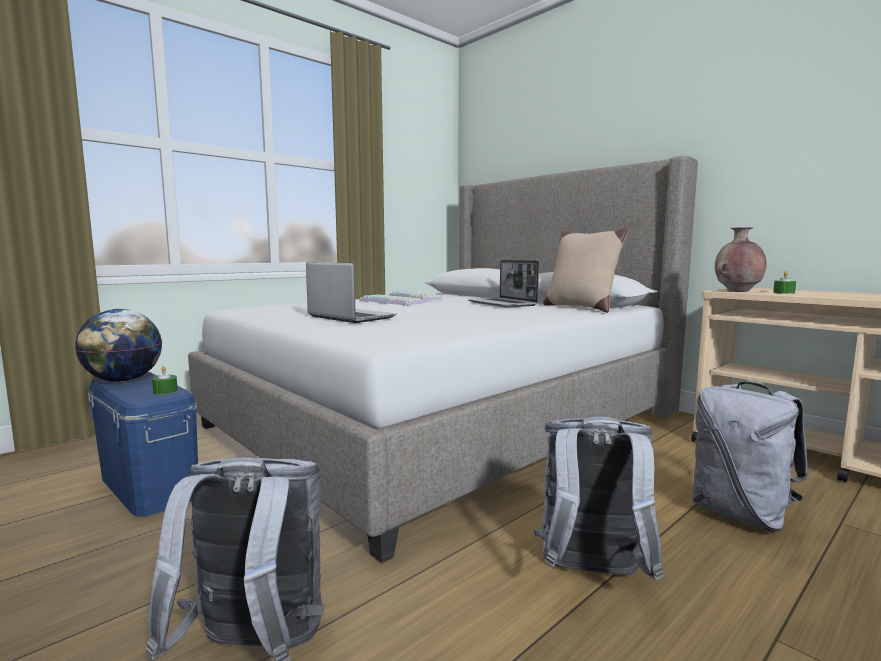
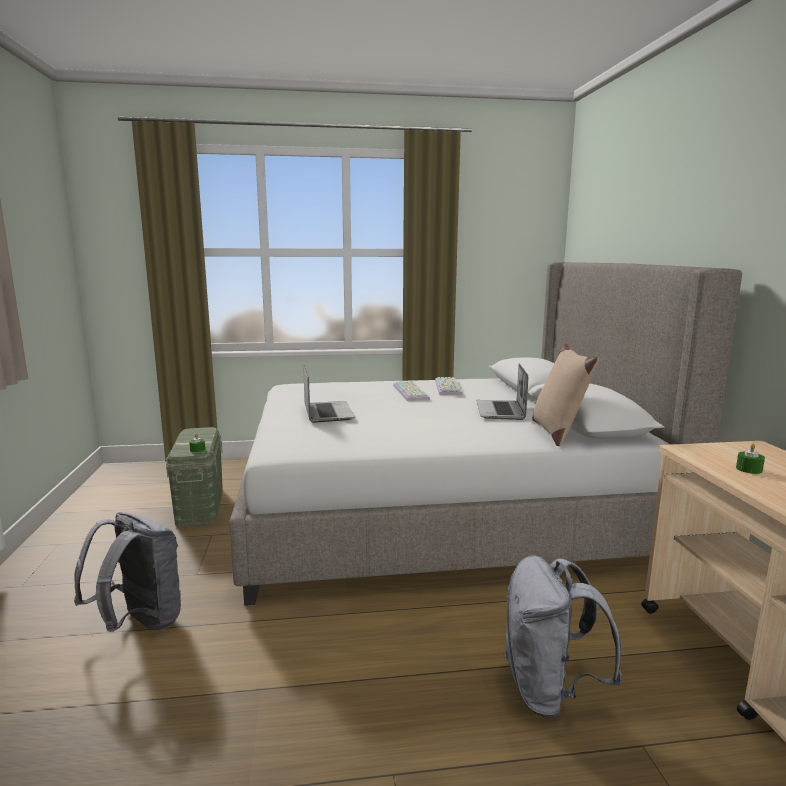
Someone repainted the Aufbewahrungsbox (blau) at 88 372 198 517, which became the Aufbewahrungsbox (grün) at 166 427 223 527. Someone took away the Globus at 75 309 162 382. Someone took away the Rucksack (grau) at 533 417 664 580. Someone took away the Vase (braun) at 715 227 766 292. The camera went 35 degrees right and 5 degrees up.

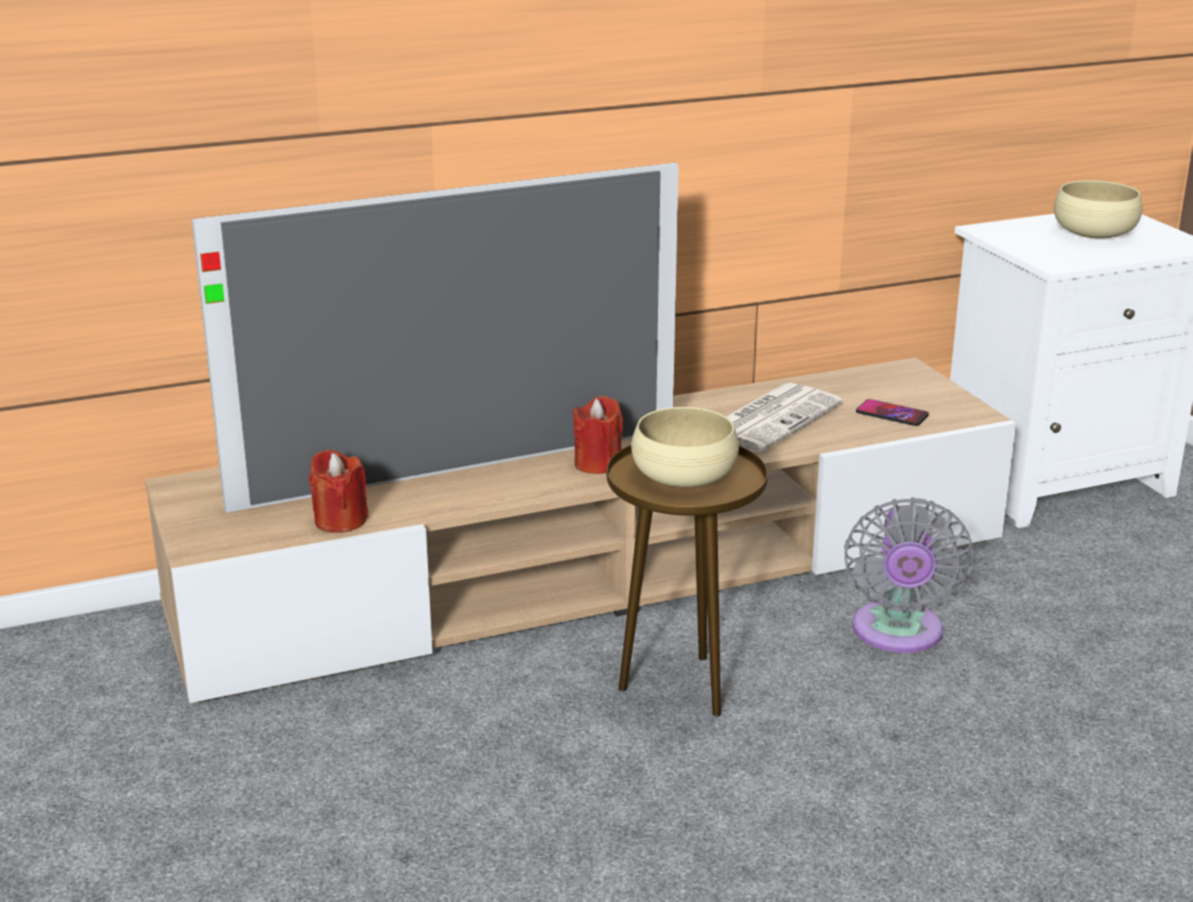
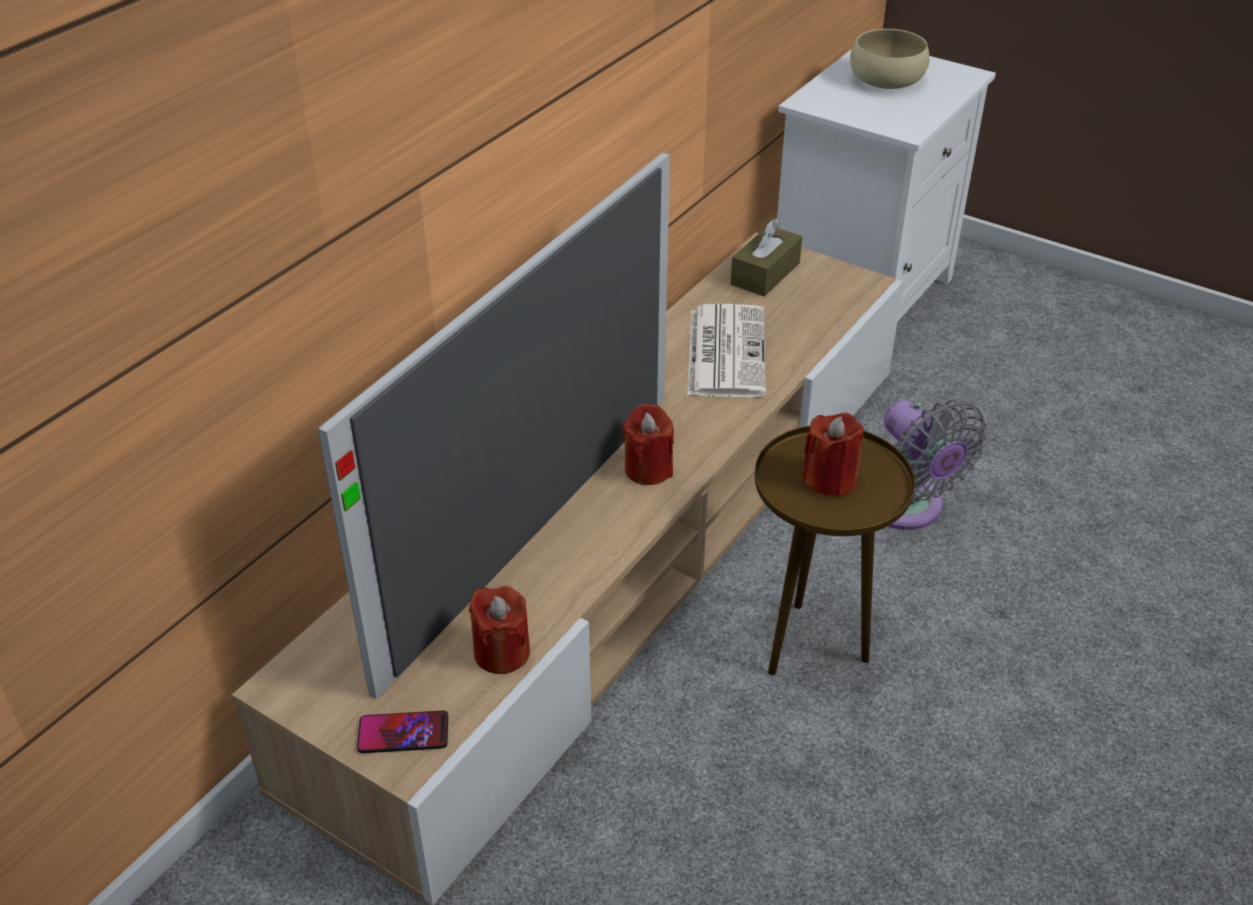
Someone carried the Handy from 856 399 929 426 to 357 711 448 753. Someone put down the Taschentuchbox (braun) at 731 218 802 296. Someone swapped the Schüssel (beige) at 631 407 739 487 for the Kerze (rot) at 802 413 864 497. The camera went 35 degrees left and 15 degrees up.

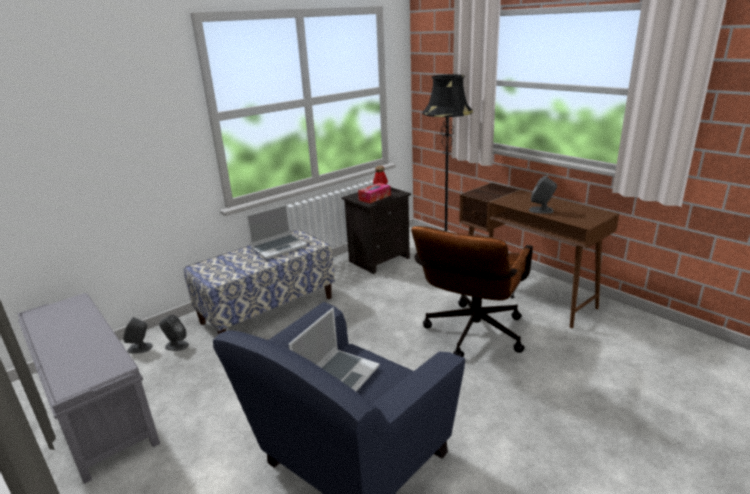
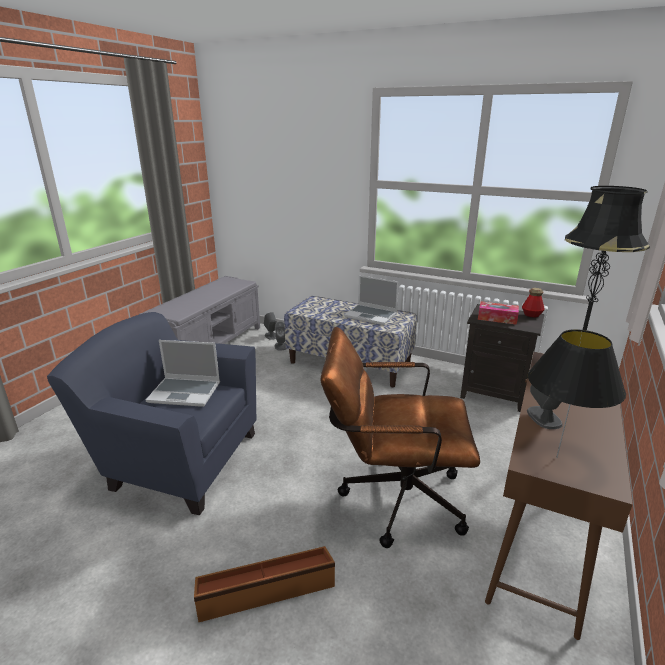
Someone put down the Aufbewahrungsbox (braun) at 194 546 335 622. Someone put down the Tischlampe (schwarz) at 528 329 626 458. The camera went 65 degrees right and 0 degrees up.

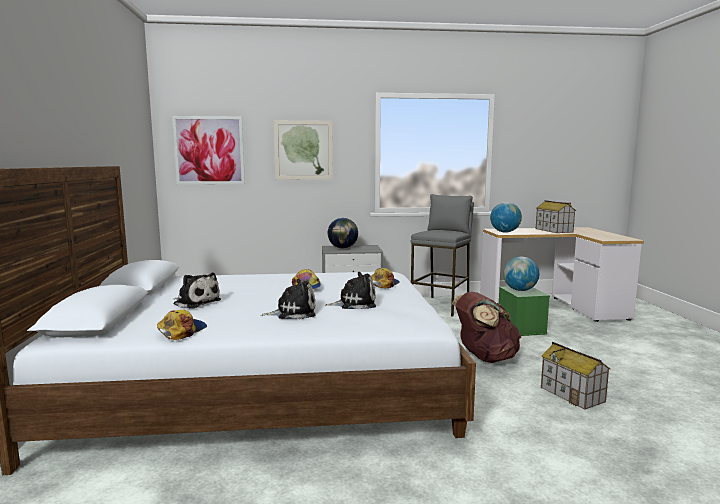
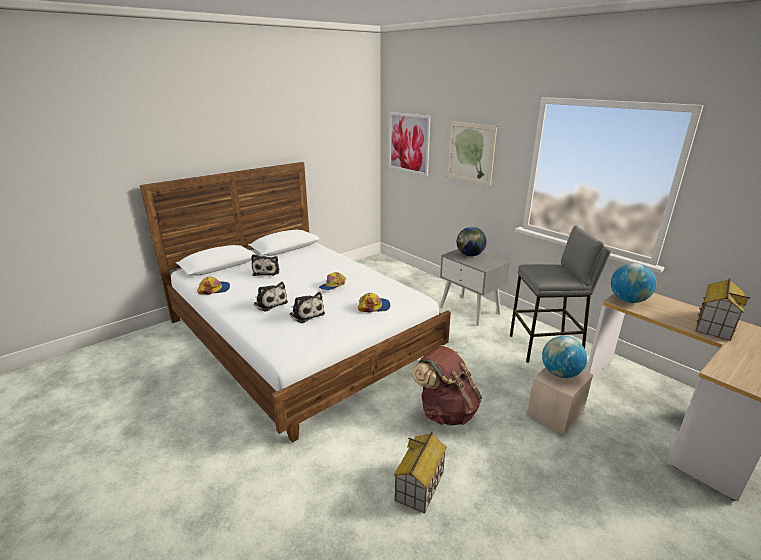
Someone repainted the Aufbewahrungsbox (grün) at 499 286 550 336, which became the Aufbewahrungsbox (beige) at 527 367 593 435. The camera went 55 degrees right and 15 degrees up.

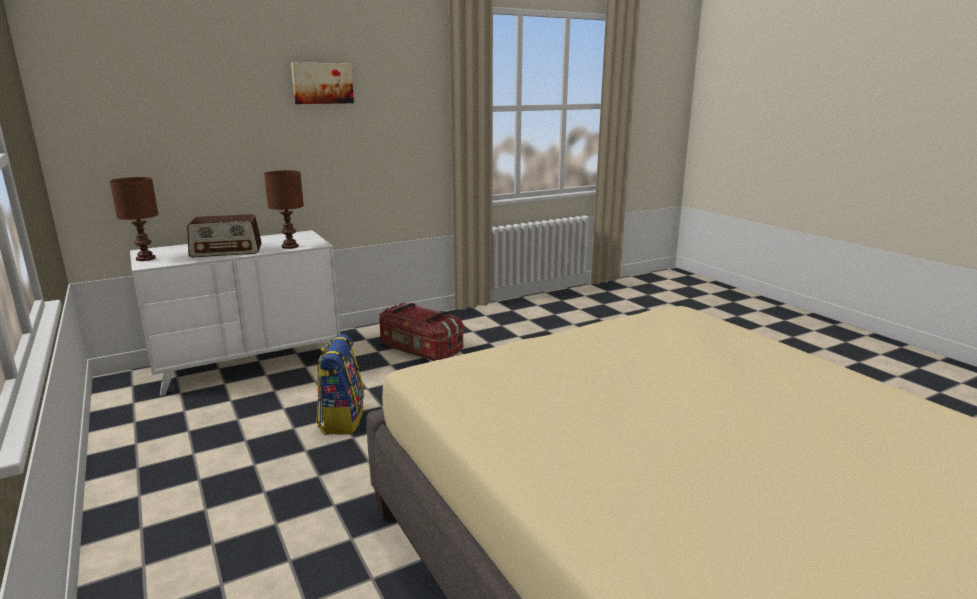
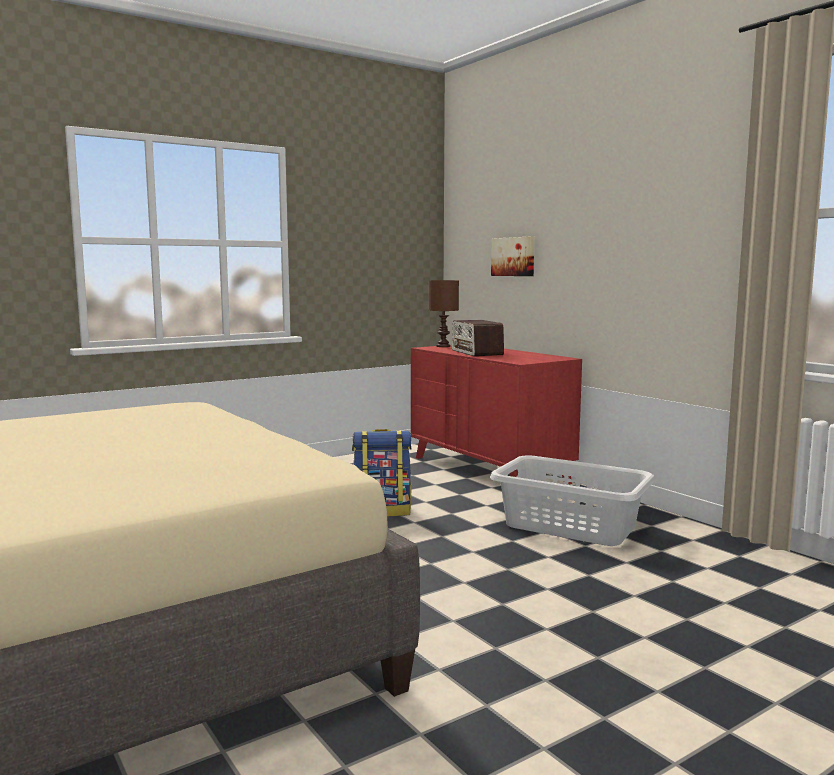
Someone repainted the Kommode (weiß) at 130 230 340 396, which became the Kommode (rot) at 411 345 582 484. Someone swapped the Aufbewahrungsbox at 379 302 463 361 for the Wäschekorb (grau) at 490 456 655 546. Someone carried the Bild from 291 63 354 104 to 491 236 535 276. Someone took away the Tischlampe (braun) at 264 170 304 249. The camera went 85 degrees right and 10 degrees down.

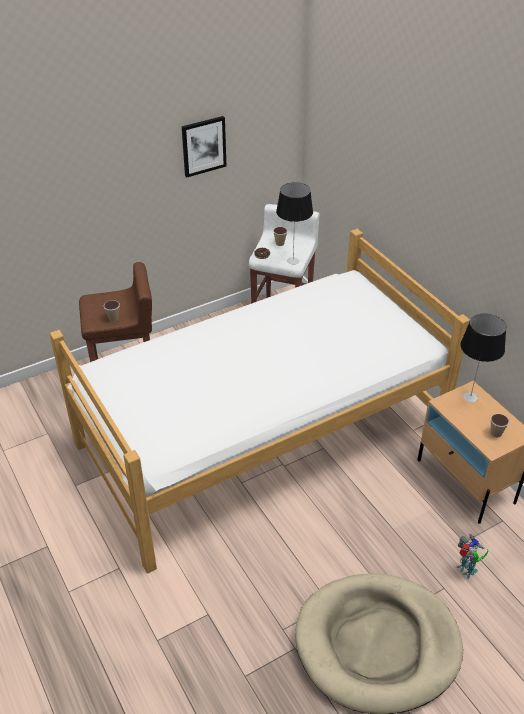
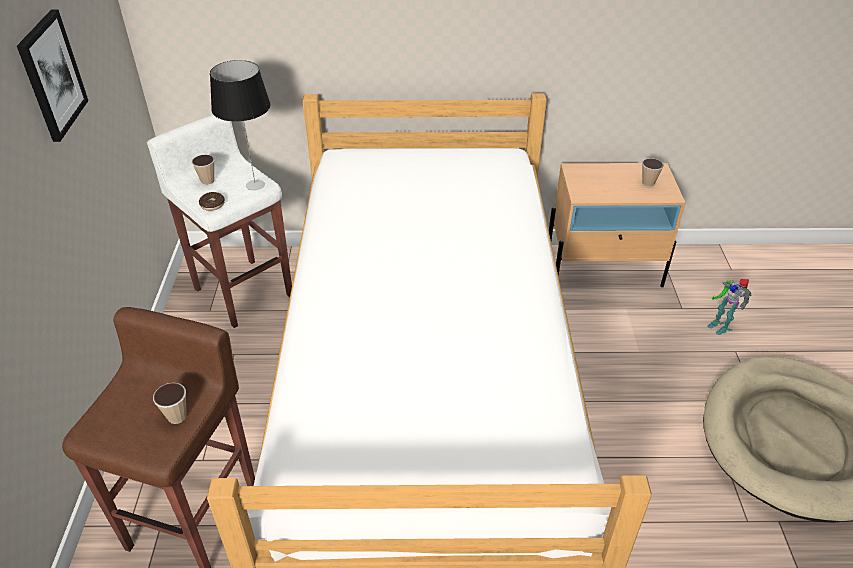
Someone rotated the Spielzeugroboter at 456 534 488 579 by 120 degrees counterclockwise. Someone took away the Tischlampe at 460 313 506 402. The camera went 60 degrees left and 0 degrees up.

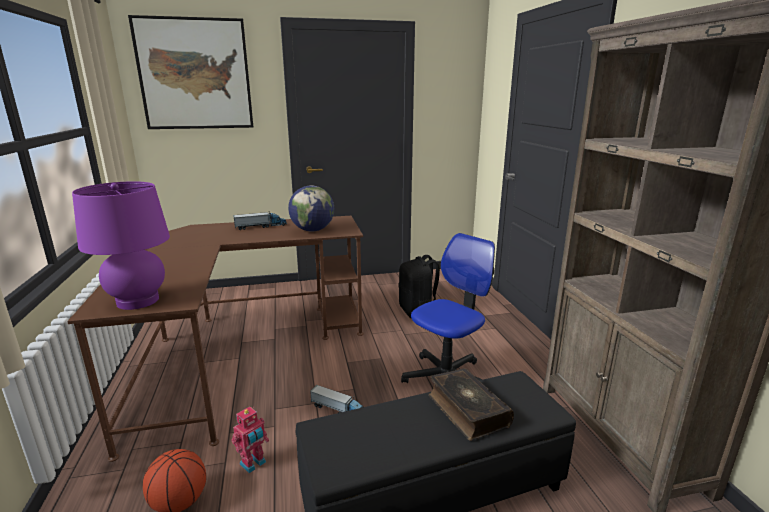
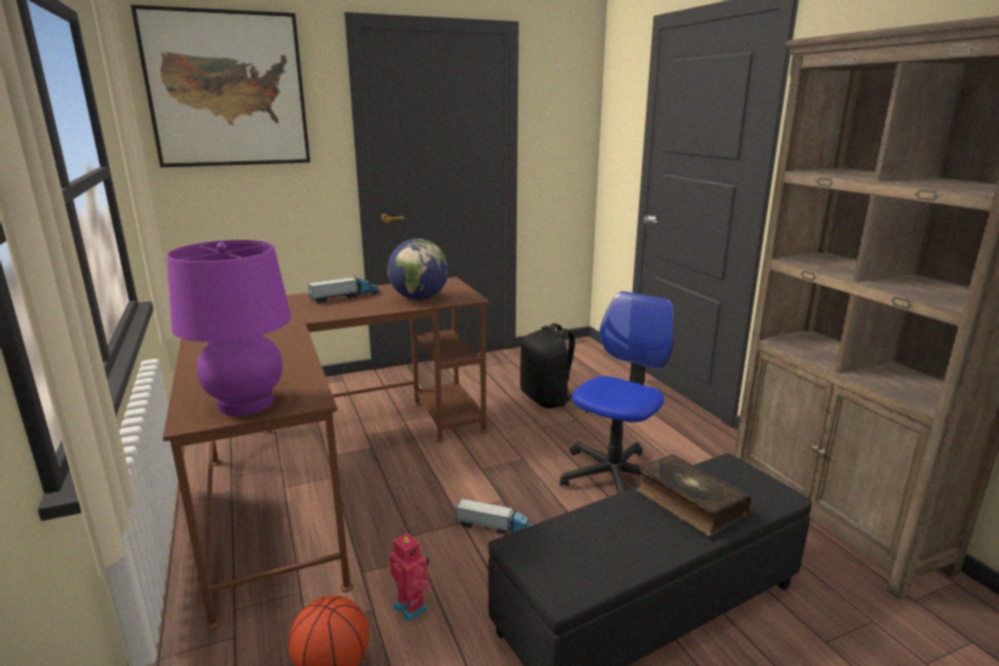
Someone rotated the Spielzeugroboter at 232 407 269 473 by 75 degrees counterclockwise. The camera went 10 degrees left and 0 degrees up.

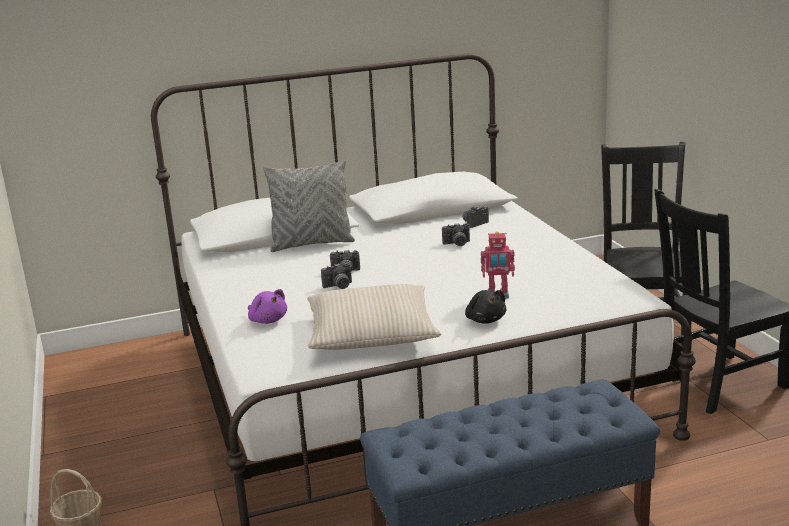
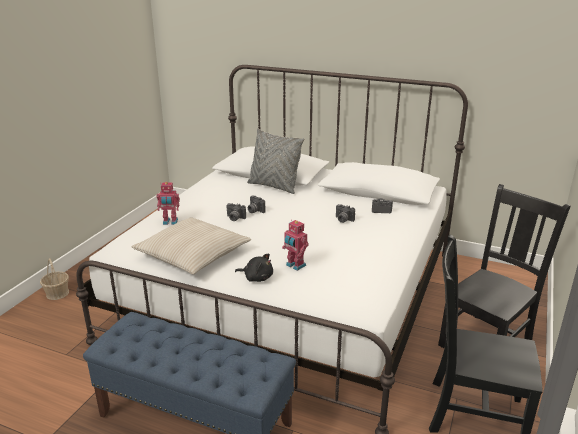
Someone swapped the Plüschtier (lila) at 248 289 287 324 for the Spielzeugroboter at 156 182 180 225. Someone rotated the Plüschtier (schwarz) at 465 290 506 323 by 90 degrees counterclockwise. The camera went 40 degrees right and 5 degrees up.

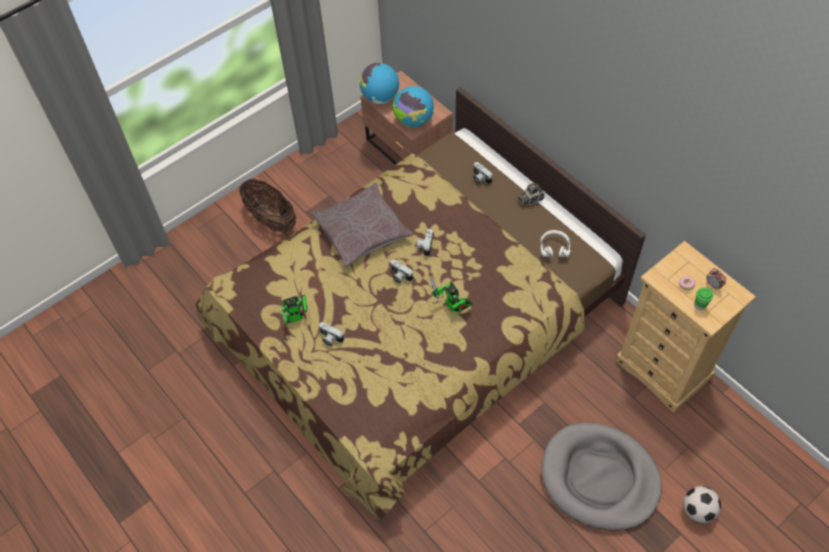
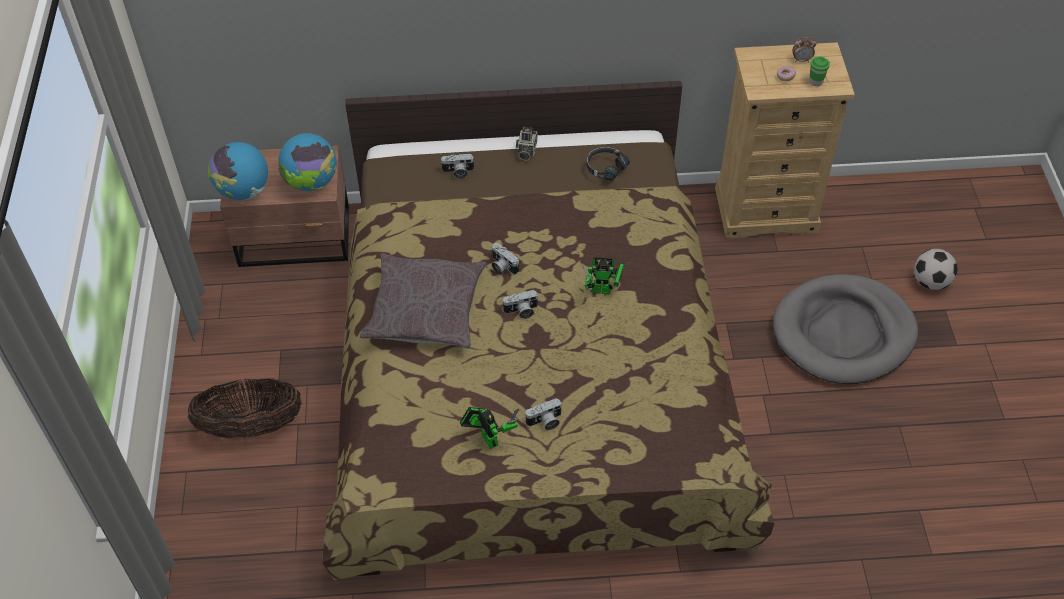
Someone rotated the Spielzeugroboter at 279 295 307 325 by 45 degrees counterclockwise. Someone repainted the Kopfhörer (weiß) at 540 230 570 257, which became the Kopfhörer (schwarz) at 587 147 630 181. The camera went 55 degrees left and 5 degrees down.

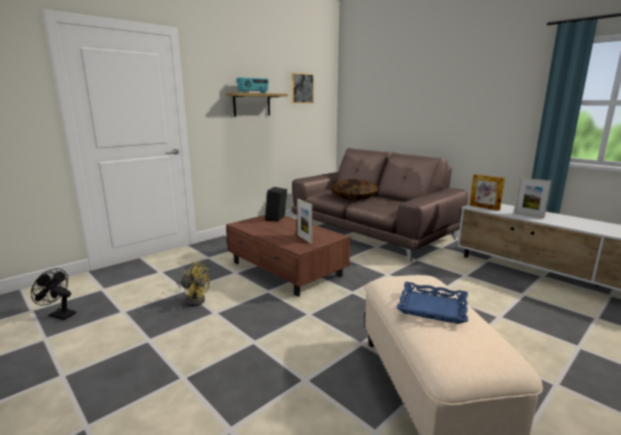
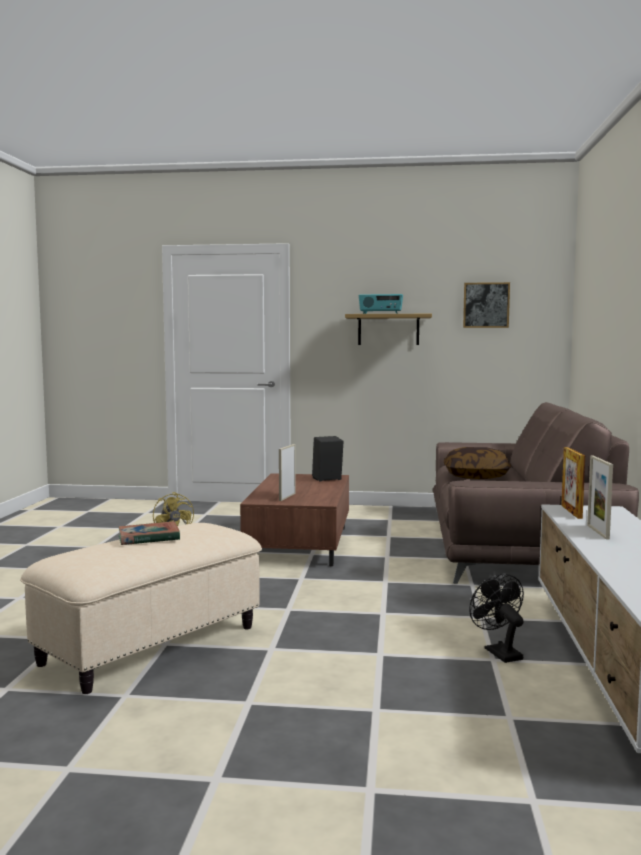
Someone swapped the Tablett (blau) at 396 282 468 324 for the Buch at 119 521 180 545. Someone carried the Ventilator (schwarz) from 31 268 76 320 to 469 574 524 663. The camera went 50 degrees right and 10 degrees down.

